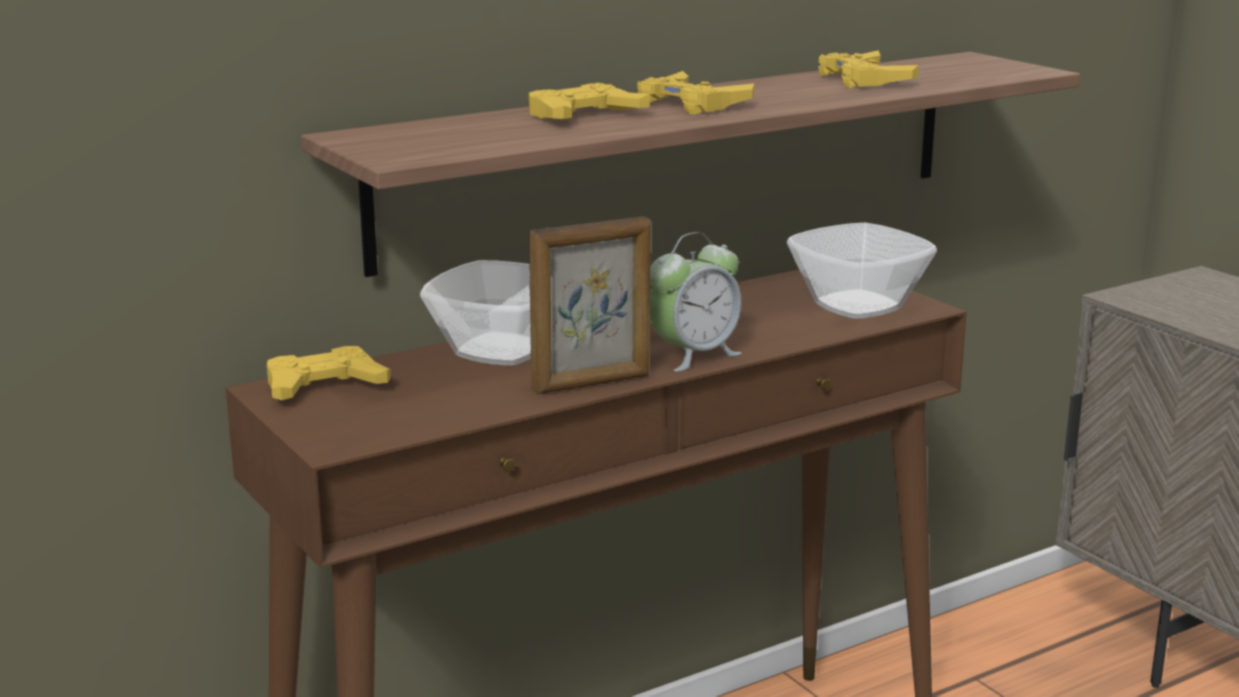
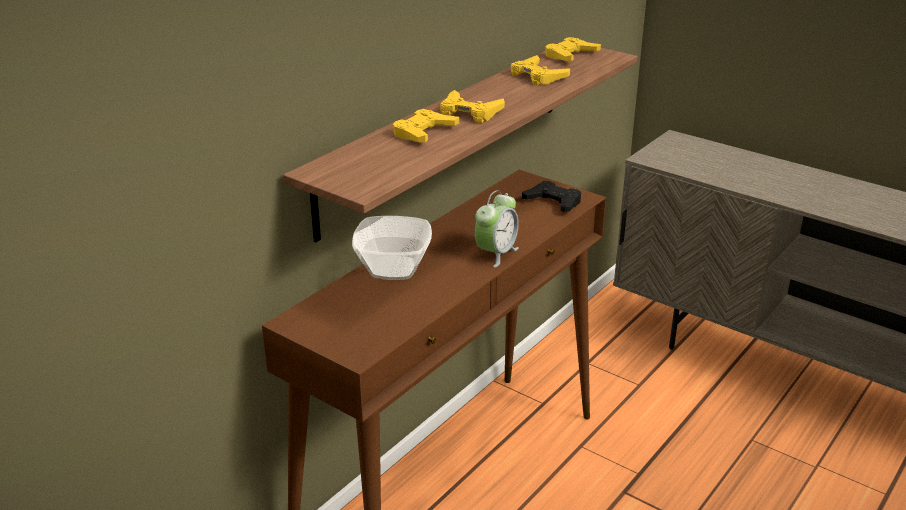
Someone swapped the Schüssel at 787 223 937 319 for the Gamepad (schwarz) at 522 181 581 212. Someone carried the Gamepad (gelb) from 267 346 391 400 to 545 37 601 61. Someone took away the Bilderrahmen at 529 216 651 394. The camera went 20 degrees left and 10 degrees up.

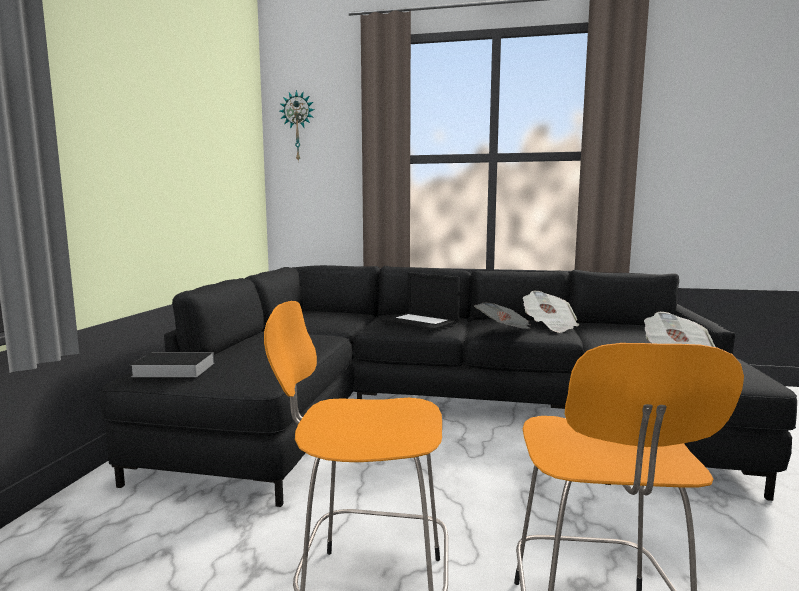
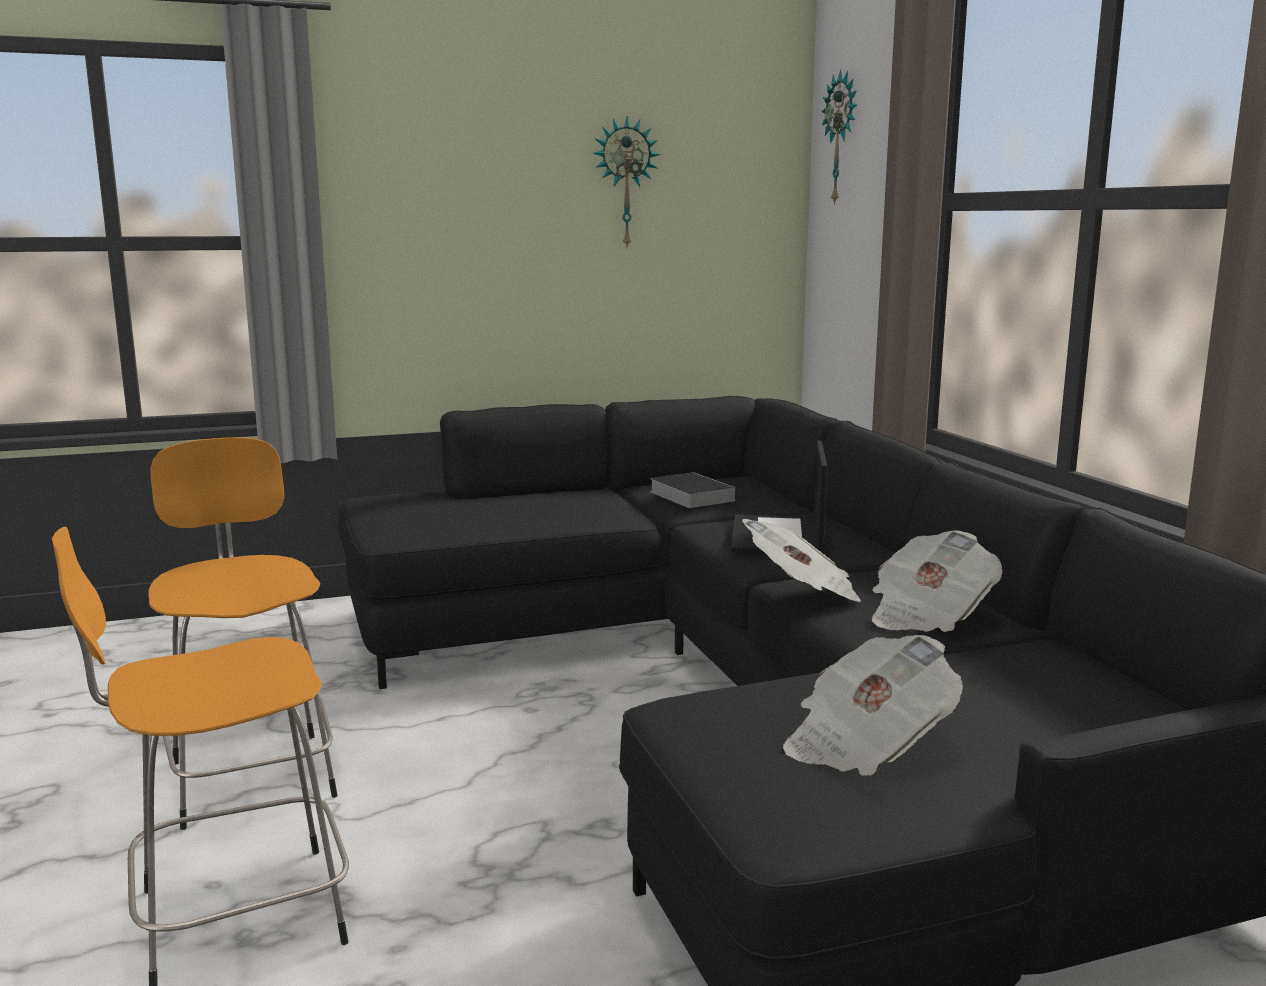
Someone put up the Wanduhr at 593 116 660 247. Someone carried the Buch from 130 352 215 377 to 650 472 736 508. The camera went 60 degrees right and 5 degrees up.

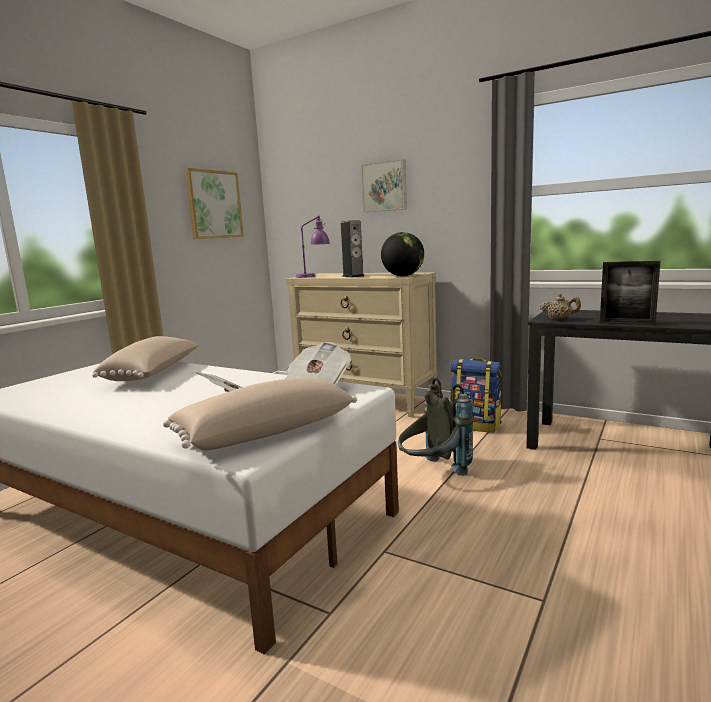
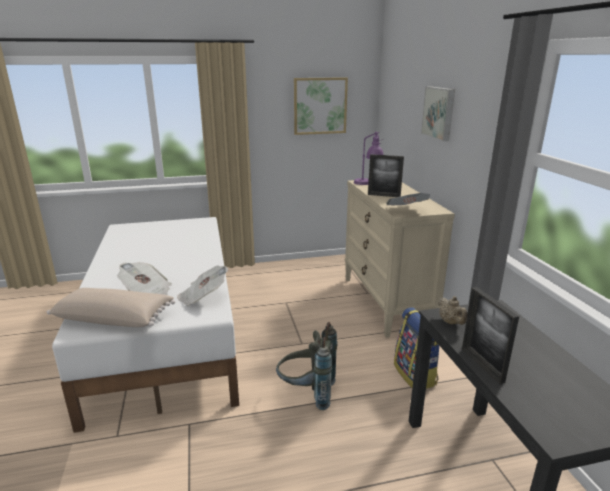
Someone swapped the Lautsprecher at 341 220 364 277 for the Bilderrahmen at 368 154 404 197. Someone swapped the Globus at 381 232 424 276 for the Zeitung at 386 193 430 206. Someone took away the Kissen (beige) at 92 336 199 381. The camera went 45 degrees right and 10 degrees up.

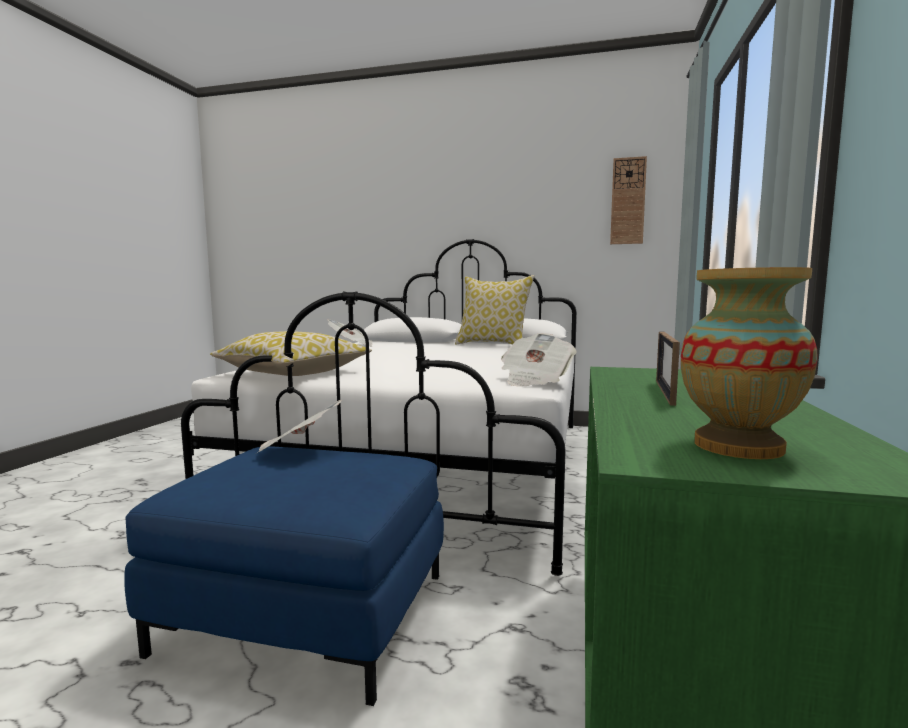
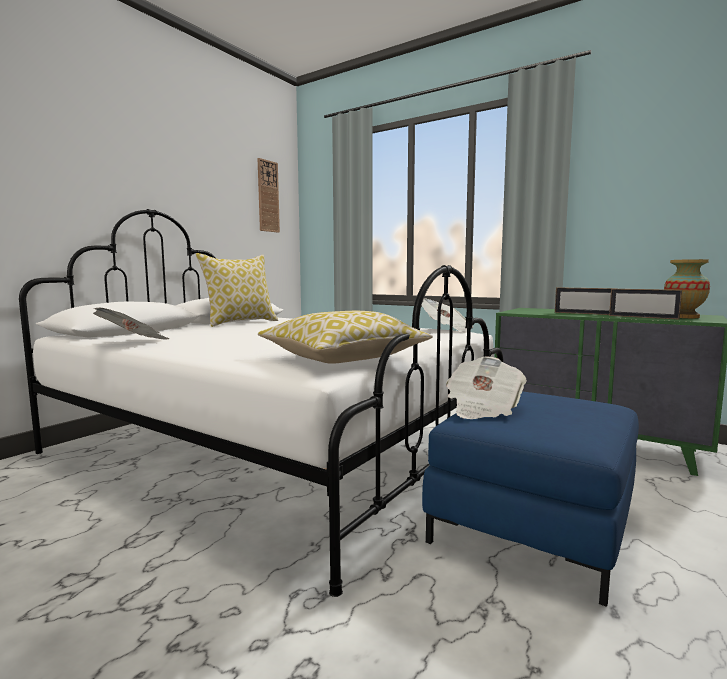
Someone put down the Bilderrahmen at 609 289 682 319. The camera went 70 degrees left and 0 degrees up.

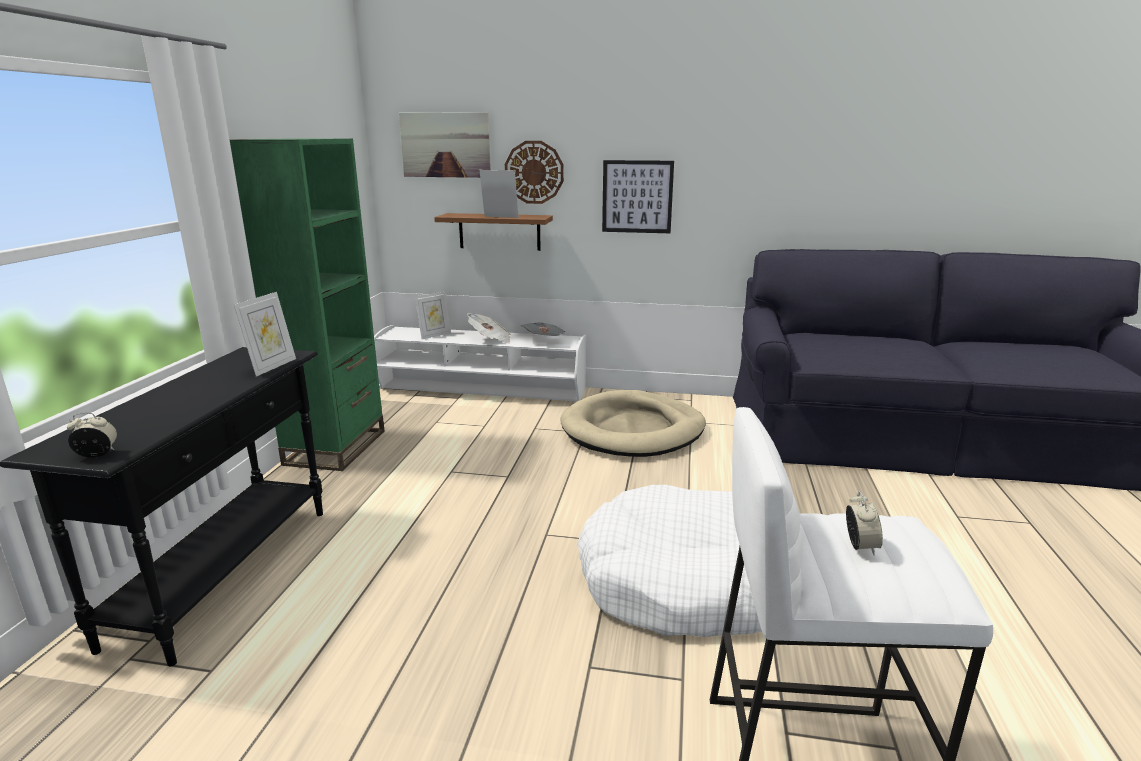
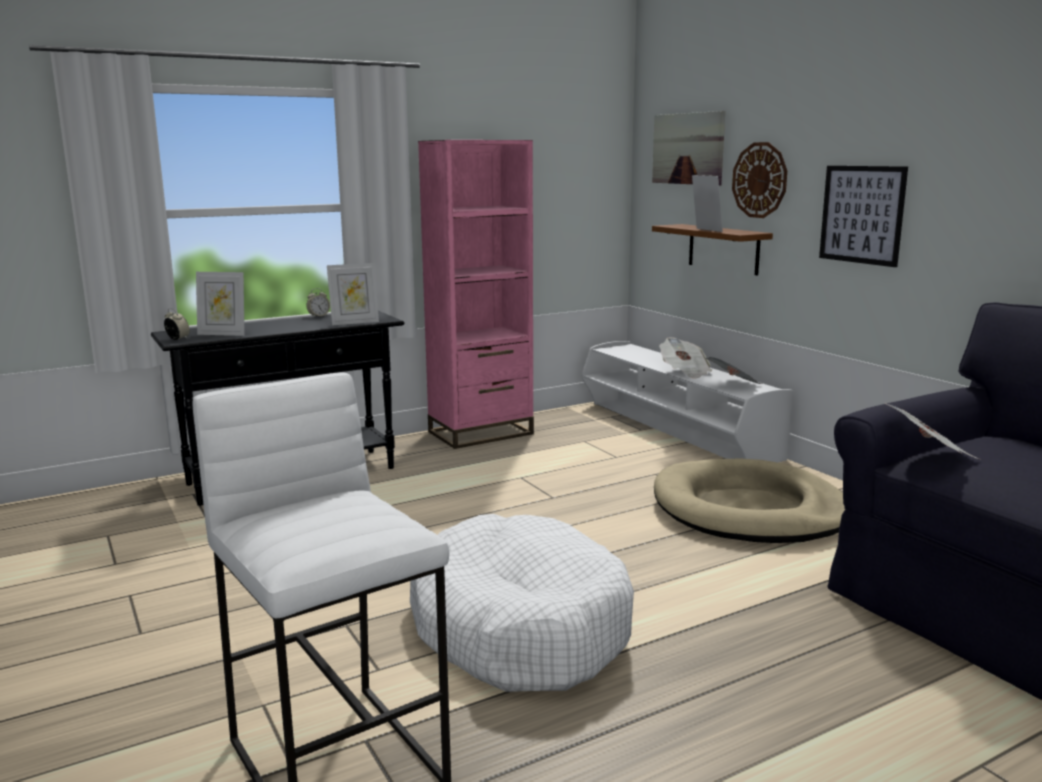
Someone carried the Bilderrahmen from 415 291 451 339 to 196 272 245 336. Someone carried the Wecker from 846 491 883 555 to 306 288 330 318. Someone repainted the Bücherregal (grün) at 230 138 384 471, which became the Bücherregal (rosa) at 418 140 534 449. Someone put down the Zeitung at 884 403 978 459. The camera went 50 degrees right and 5 degrees down.

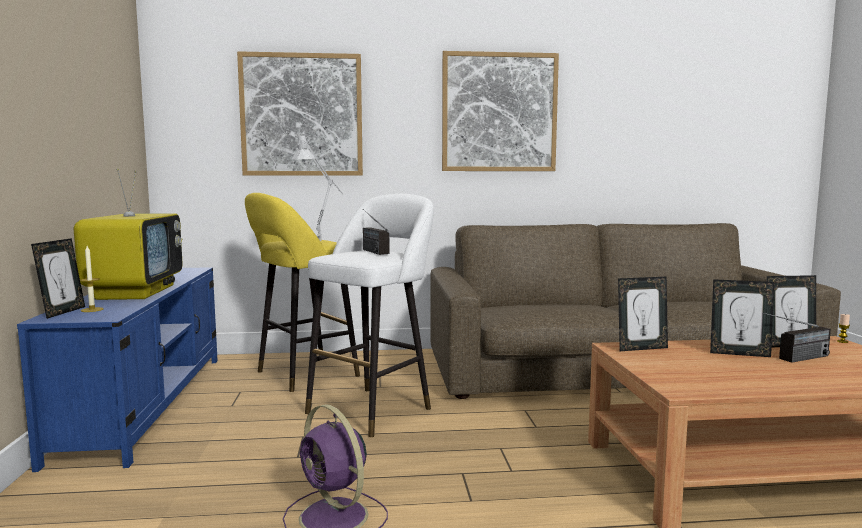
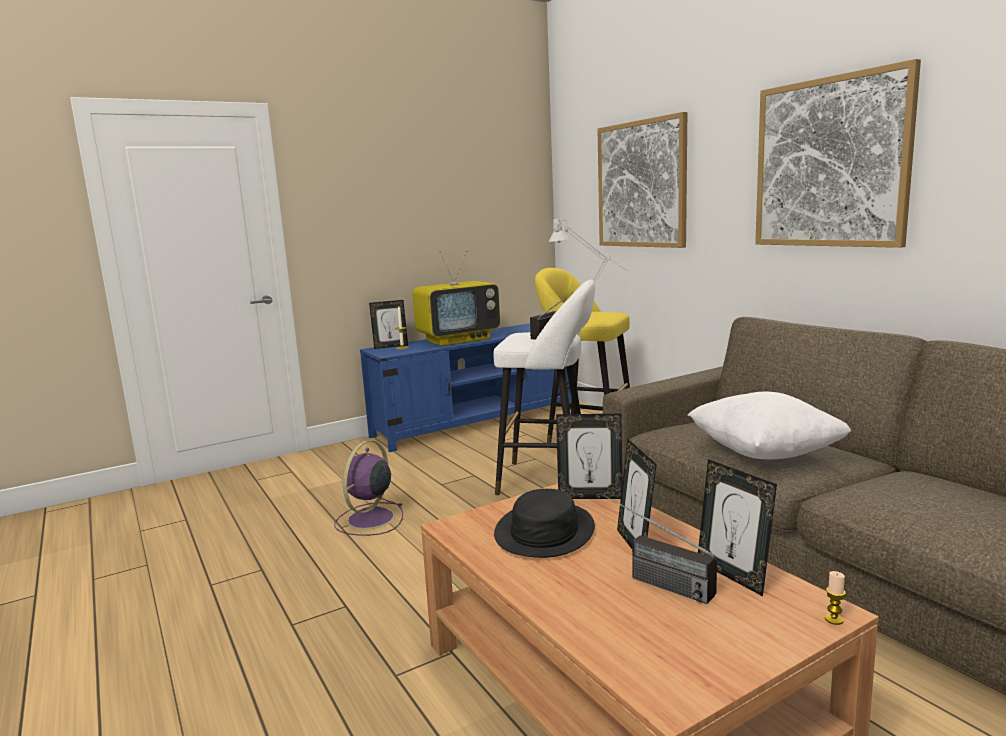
Someone put down the Hut (schwarz) at 494 489 595 558. Someone rotated the Bilderrahmen at 618 277 668 351 by 45 degrees counterclockwise. Someone put down the Kissen (weiß) at 688 392 852 460. The camera went 65 degrees right and 5 degrees up.

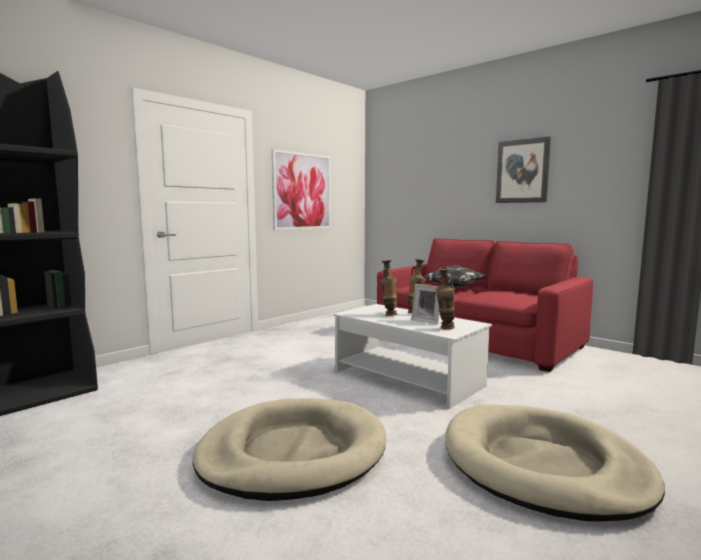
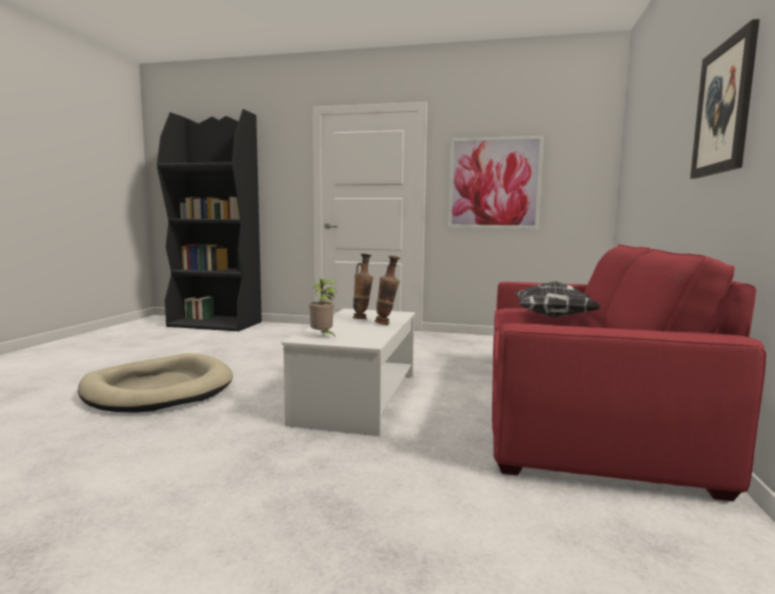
Someone swapped the Vase at 436 267 455 330 for the Topfpflanze at 309 279 337 337. Someone took away the Bilderrahmen at 411 284 440 325. Someone took away the Hundebett (beige) at 445 405 665 522. The camera went 60 degrees right and 0 degrees up.

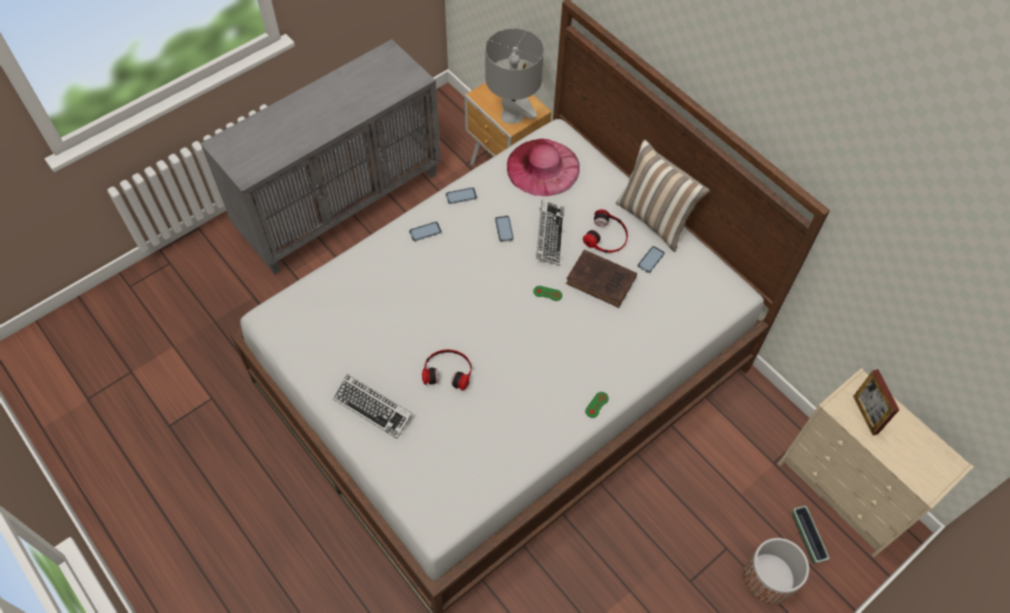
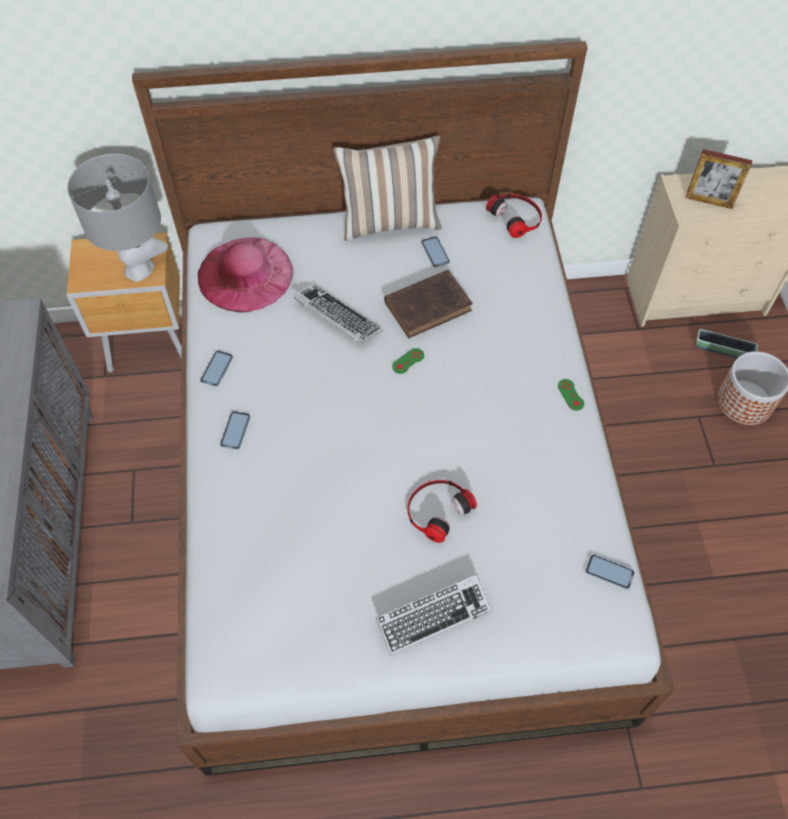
Someone carried the Kopfhörer from 583 209 628 253 to 486 194 542 238. Someone carried the Handy from 495 216 514 242 to 585 554 635 590. The camera went 55 degrees left and 0 degrees up.

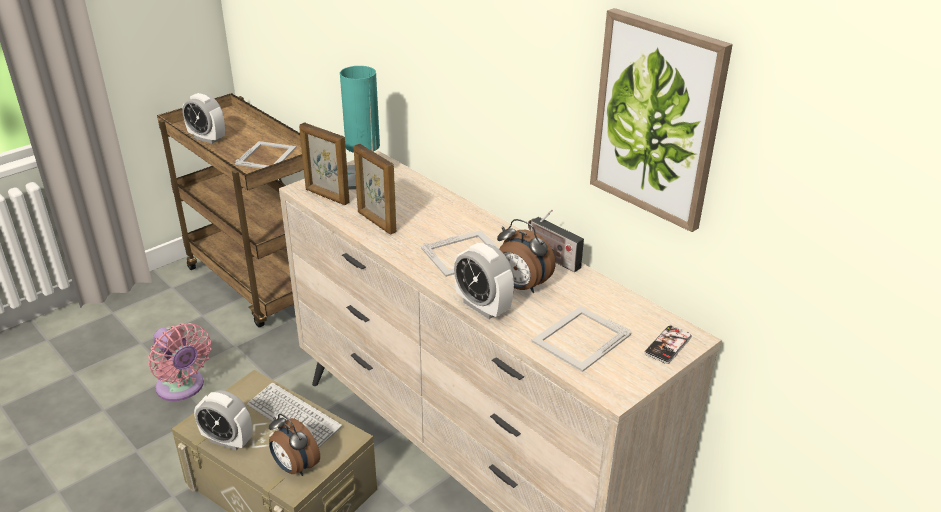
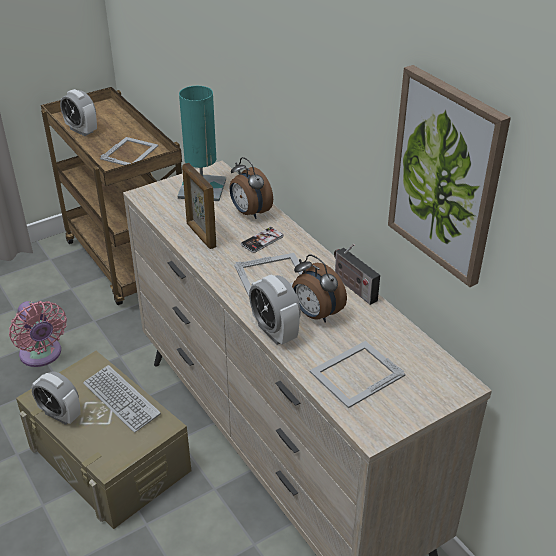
Someone carried the Wecker from 269 414 320 476 to 230 157 273 219. Someone carried the Handy from 644 325 692 364 to 241 226 284 253. Someone took away the Bilderrahmen at 299 123 349 205. The camera went 10 degrees right and 5 degrees up.

